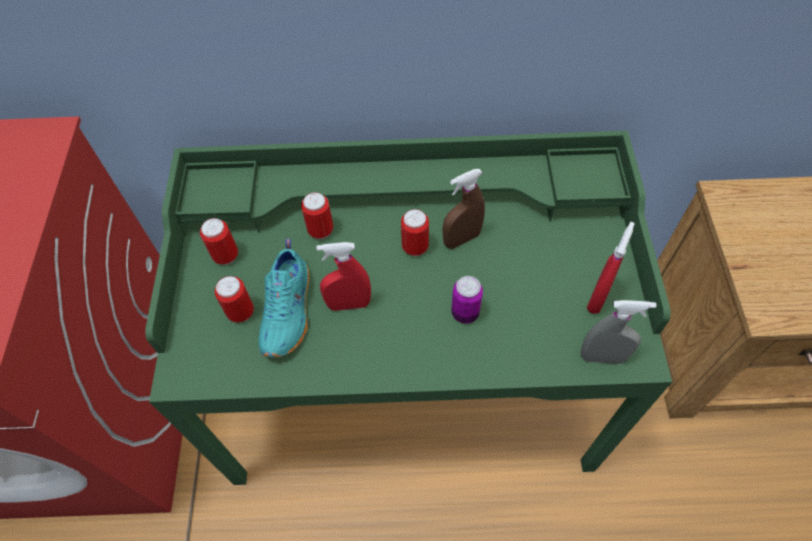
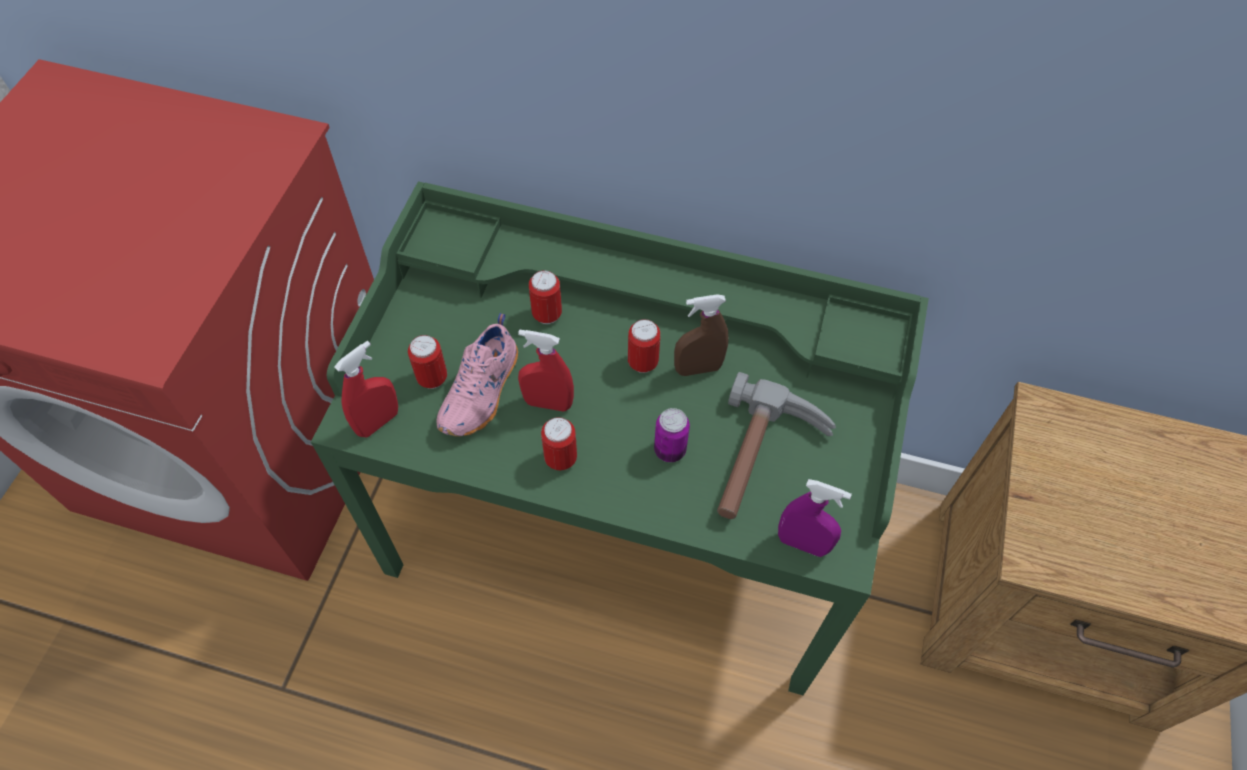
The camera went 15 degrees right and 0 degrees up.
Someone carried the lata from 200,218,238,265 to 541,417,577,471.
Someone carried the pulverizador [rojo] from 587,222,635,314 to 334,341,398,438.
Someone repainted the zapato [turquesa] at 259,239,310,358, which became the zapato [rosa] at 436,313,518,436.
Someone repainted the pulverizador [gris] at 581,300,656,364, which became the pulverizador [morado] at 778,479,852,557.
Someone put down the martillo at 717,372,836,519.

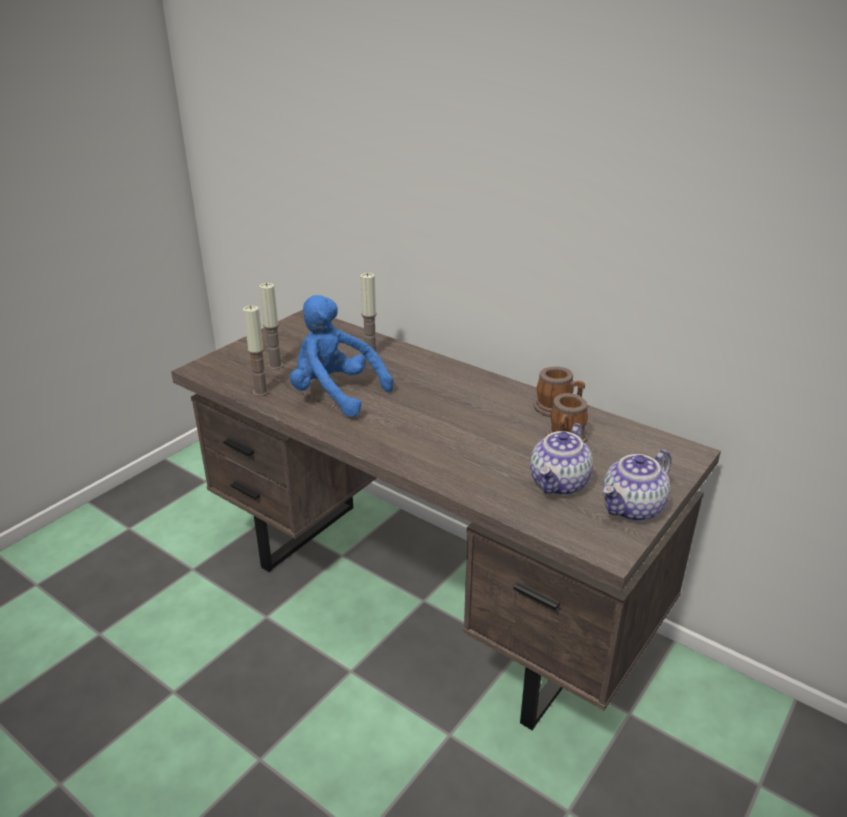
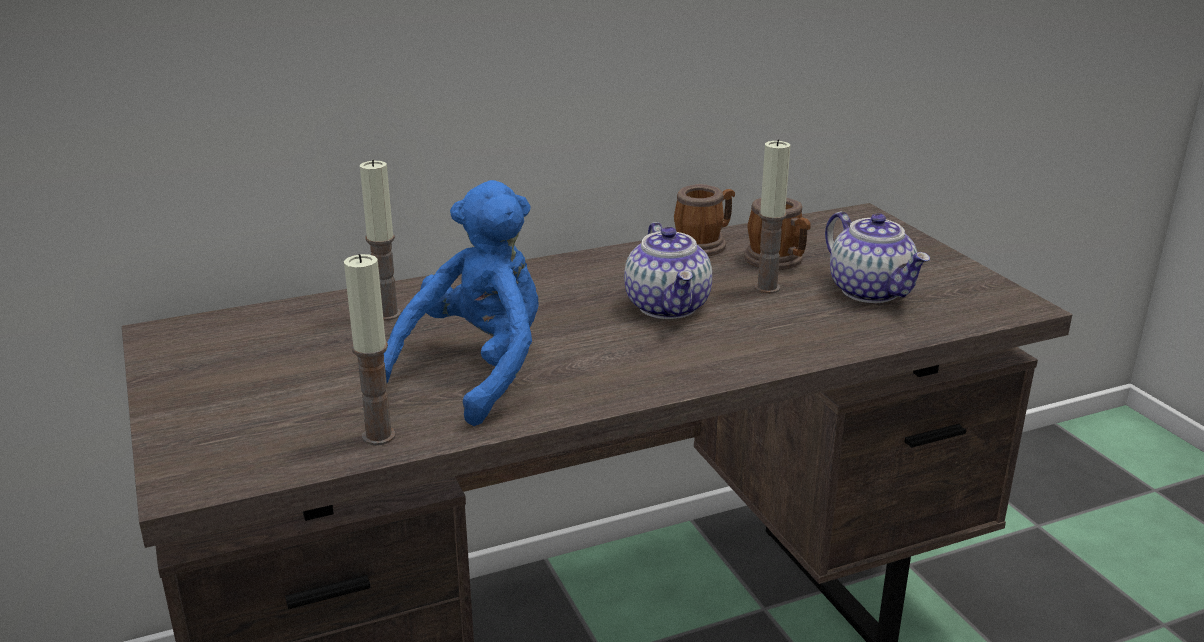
The camera went 60 degrees left and 5 degrees down.
Someone carried the vela from 259,283,283,370 to 754,139,791,294.
Someone rotated the peluche [azul] at 290,295,393,417 by 150 degrees clockwise.
Someone carried the tetera from 603,450,671,521 to 624,222,712,319.

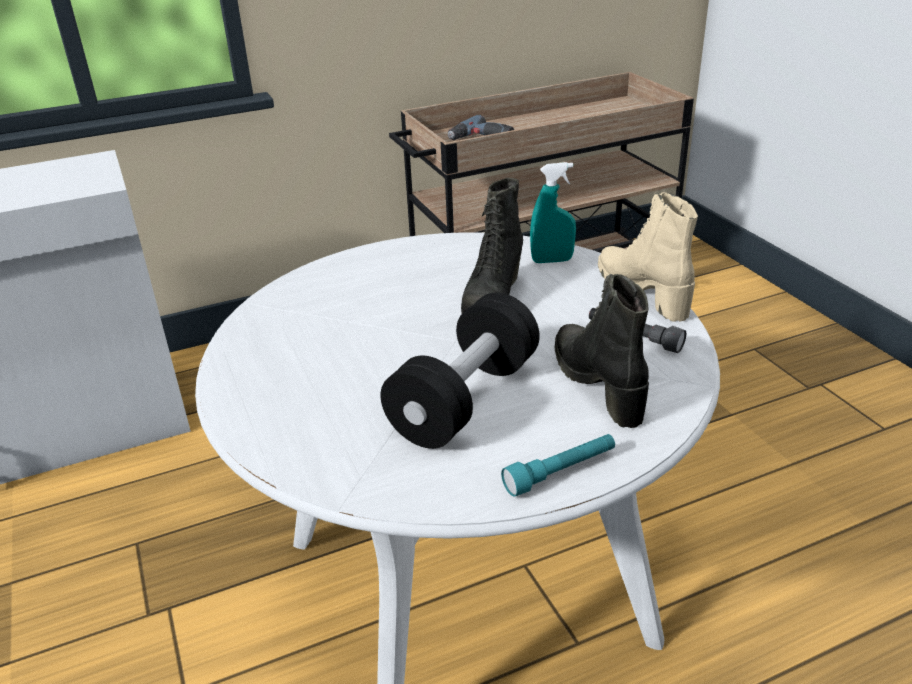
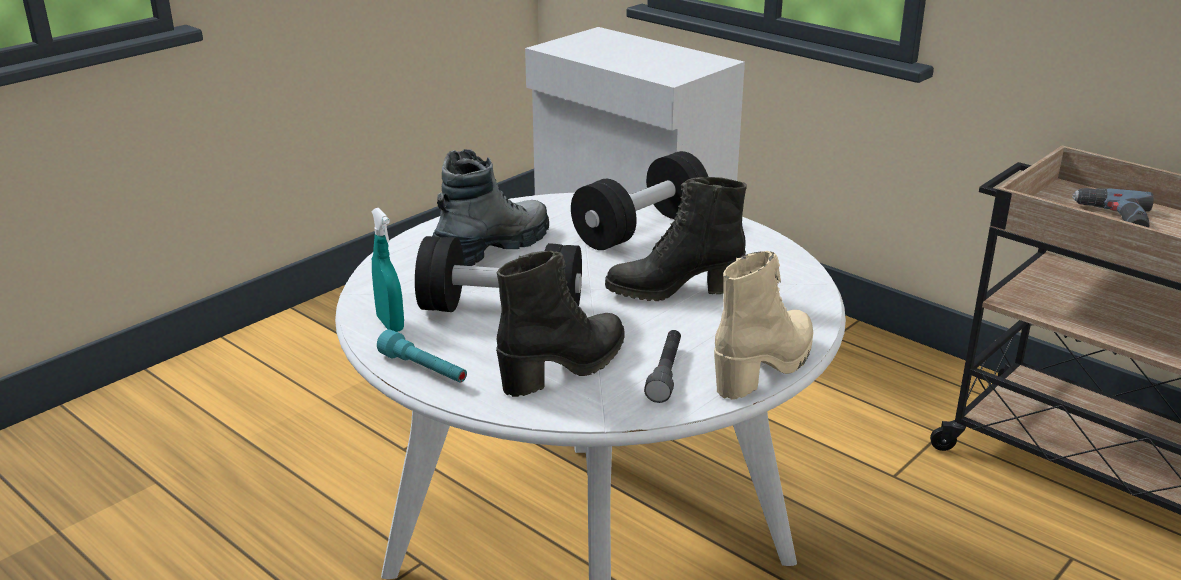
The camera went 65 degrees right and 5 degrees down.
Someone carried the pulverizador [turquesa] from 530,162,576,263 to 371,208,404,332.
Someone put down the bota at 432,149,549,266.
Someone put down the mancuerna [negro] at 571,151,708,250.

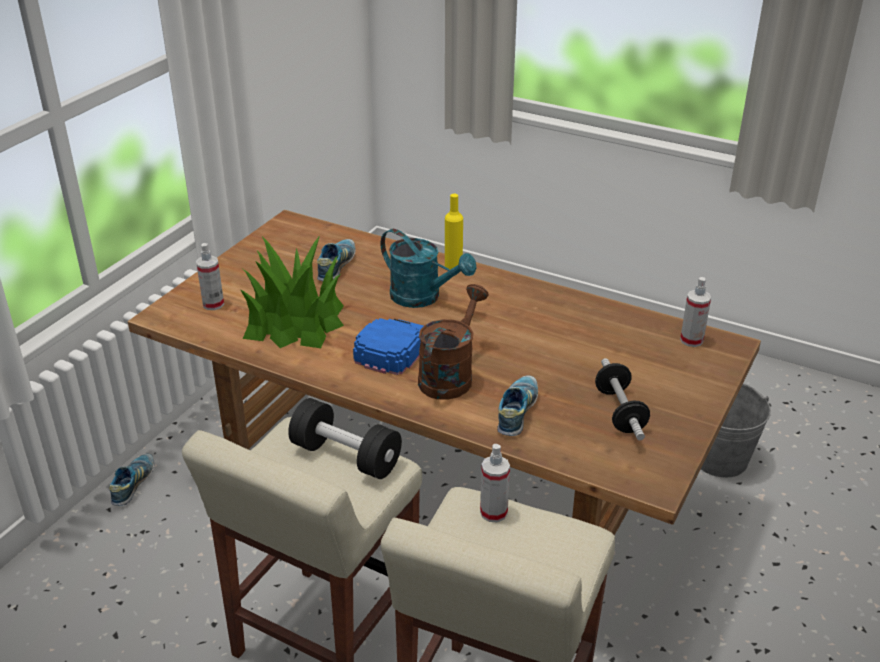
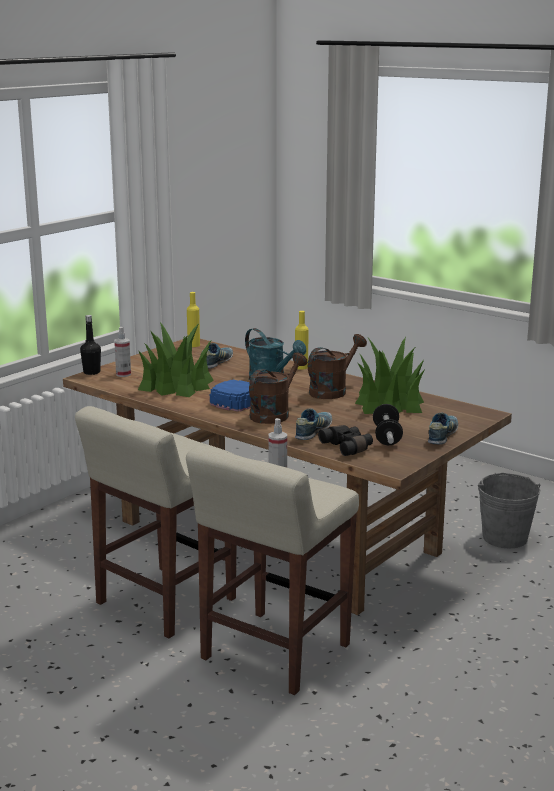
The camera went 10 degrees right and 15 degrees down.
Someone took away the pulverizador at 680,277,711,347.
Someone took away the mancuerna [negro] at 288,398,402,479.
Someone carried the zapato from 109,454,154,506 to 428,413,458,444.
Someone put down the botella [amarillo] at 187,292,200,347.
Someone put down the botella [negro] at 80,315,101,375.
Someone put down the regadera [marrón] at 308,334,367,399.
Someone put down the planta en maceta at 355,337,424,414.
Someone put down the prismáticos [negro] at 318,425,373,456.

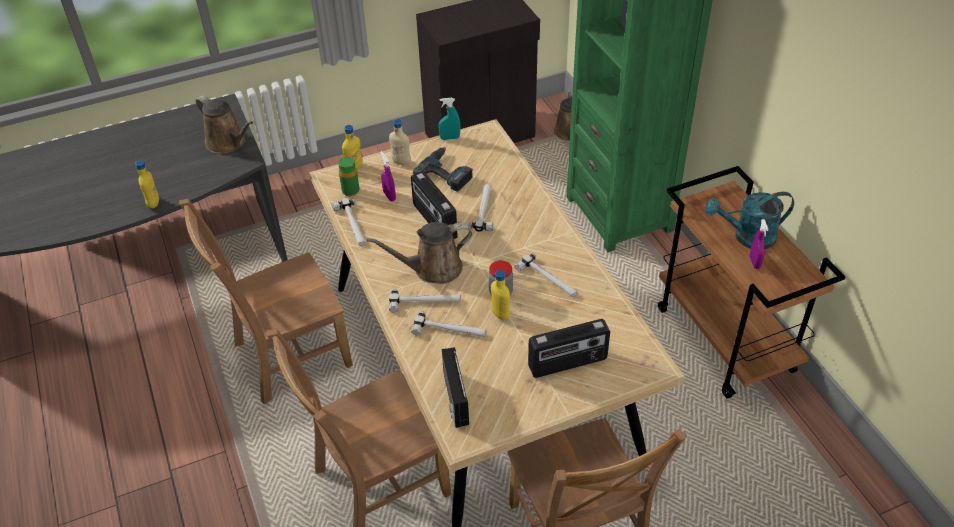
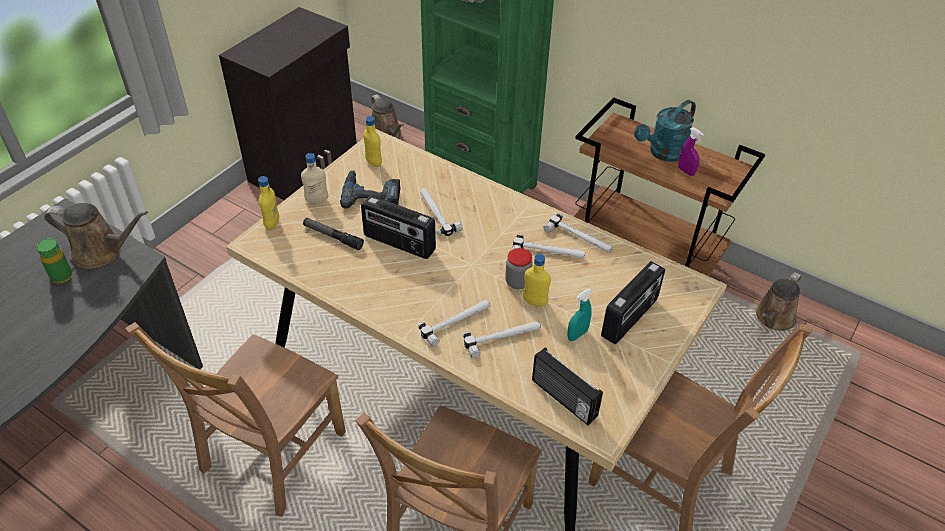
The camera went 35 degrees left and 0 degrees up.
Someone carried the pulverizador [turquesa] from 438,98,460,140 to 567,288,592,341.
Someone swapped the pulverizador [morado] at 380,151,396,202 for the linterna at 303,218,364,250.
Someone carried the botella [verde] from 338,157,360,197 to 36,238,72,283.
Someone carried the botella [amarillo] from 135,160,159,209 to 363,116,382,167.
Someone carried the martillo from 332,198,366,245 to 543,213,613,253.
Someone carried the regadera [marrón] from 366,222,472,284 to 756,272,802,331.

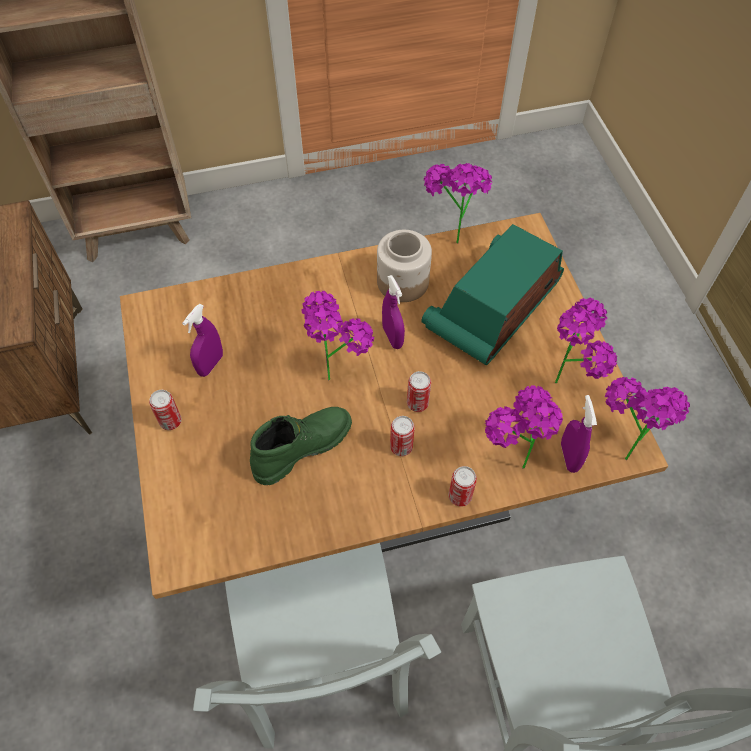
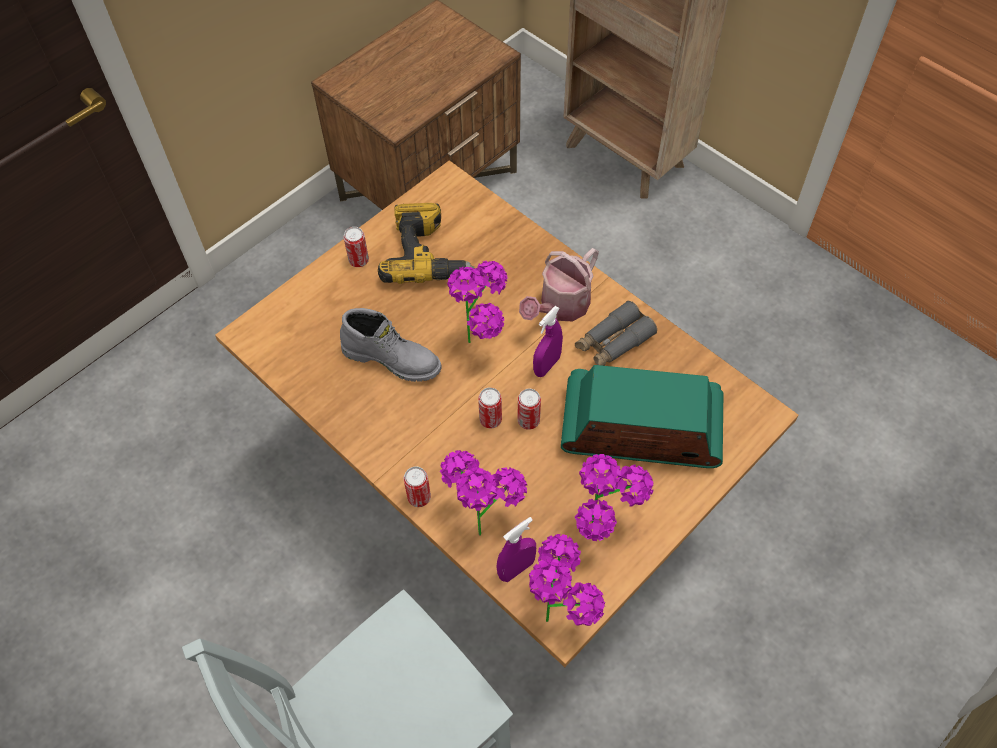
The camera went 60 degrees right and 0 degrees up.
Someone took away the planta en maceta at 424,163,493,244.
Someone swapped the tarro at 377,230,432,302 for the prismáticos [gris] at 575,301,657,366.
Someone swapped the pulverizador [morado] at 182,304,223,377 for the taladro at 378,203,475,284.
Someone repainted the bota [verde] at 250,407,352,485, which became the bota [gris] at 340,308,442,382.
Someone carried the lata from 390,416,415,456 to 518,389,541,430.
Someone took away the silla [gris] at 193,543,441,749.
Someone put down the regadera at 519,248,599,322.

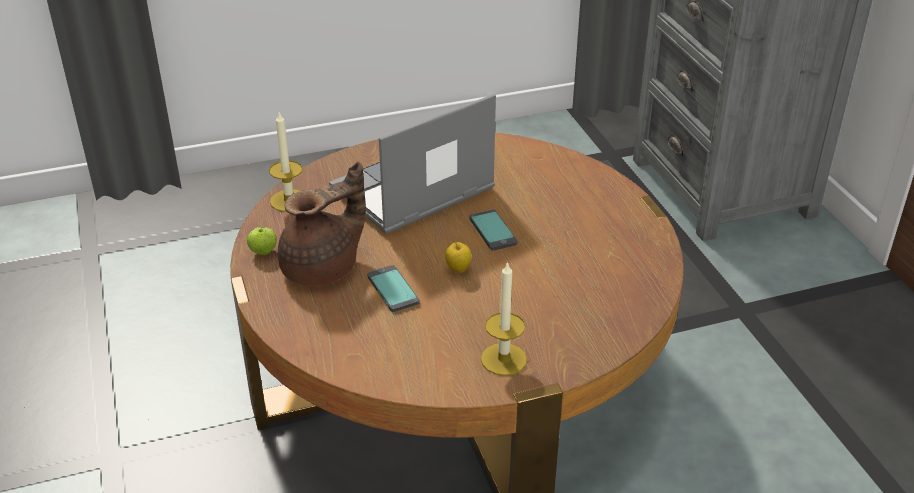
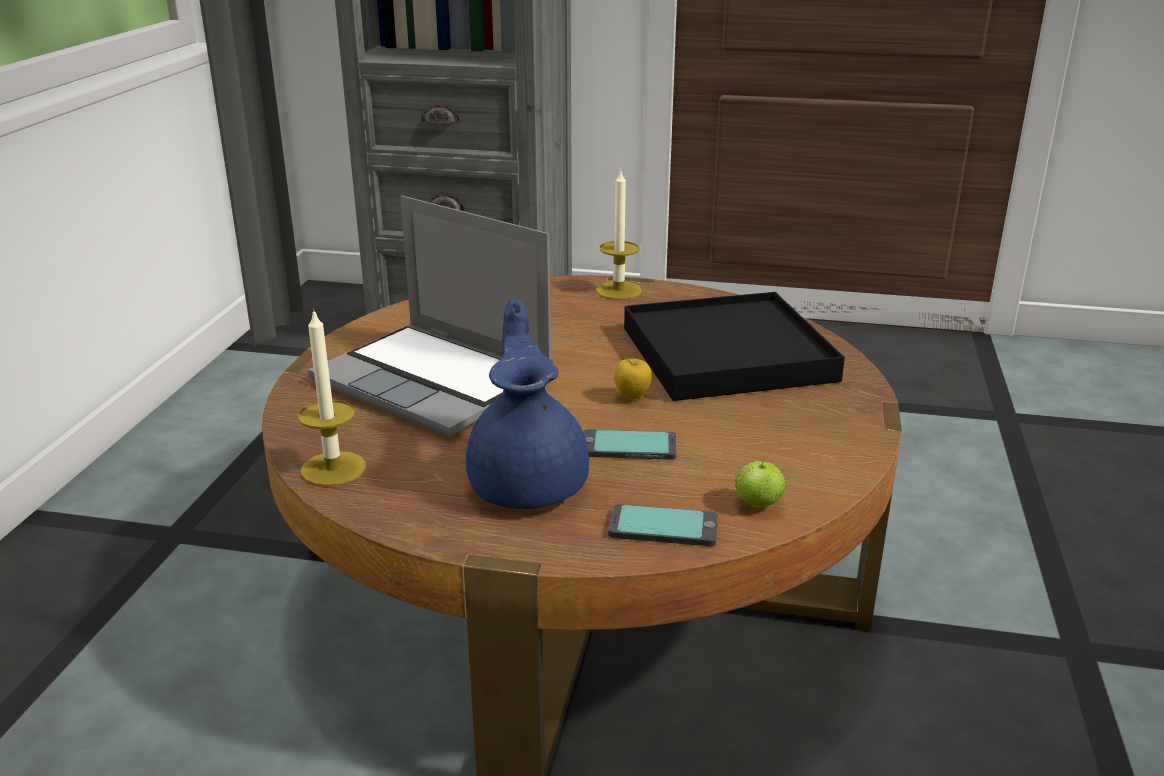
The camera went 60 degrees left and 10 degrees down.
Someone rotated the portátil at 329,94,496,234 by 45 degrees counterclockwise.
Someone repainted the tetera [marrón] at 278,161,366,286, which became the tetera [azul] at 466,299,589,509.
Someone carried the móvil from 469,209,517,251 to 608,504,718,547.
Someone carried the manzana from 247,227,277,255 to 735,455,786,508.
Someone carried the vela from 481,261,527,376 to 596,171,642,300.
Someone put down the bandeja [negro] at 624,292,845,401.

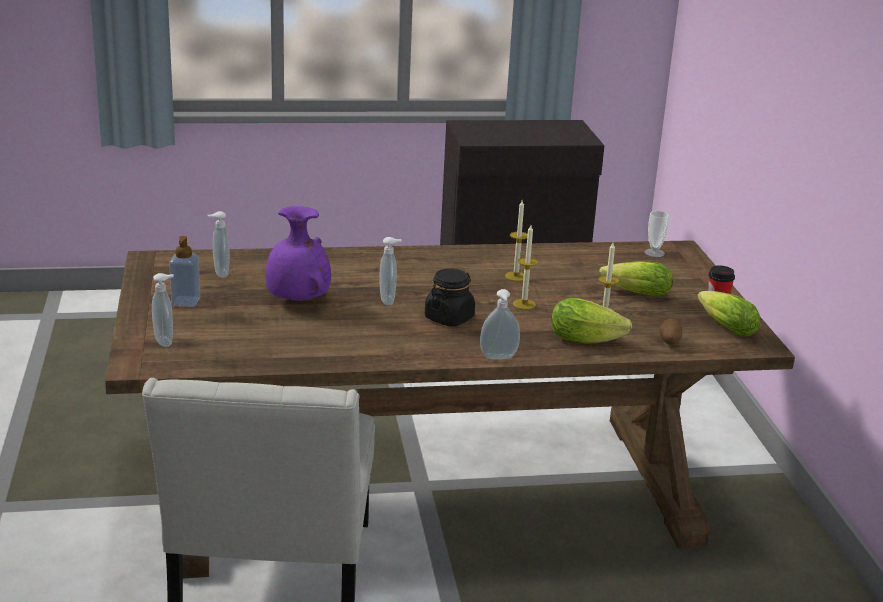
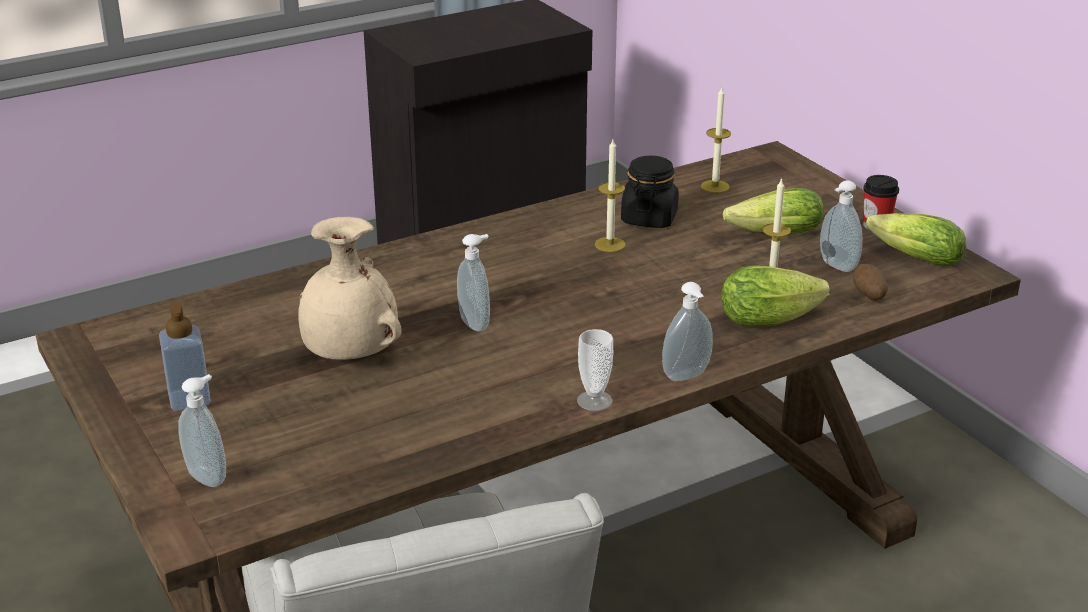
The camera went 20 degrees left and 5 degrees up.
Someone repainted the florero [morado] at 265,206,331,301, which became the florero [beis] at 298,217,401,360.
Someone carried the dispensador de jabón from 208,211,230,278 to 820,180,862,272.
Someone carried the taza from 645,211,669,257 to 577,329,613,411.
Someone carried the vela from 513,225,538,309 to 701,87,731,193.
Someone carried the tarro [negro] from 425,268,475,327 to 621,155,679,228.

